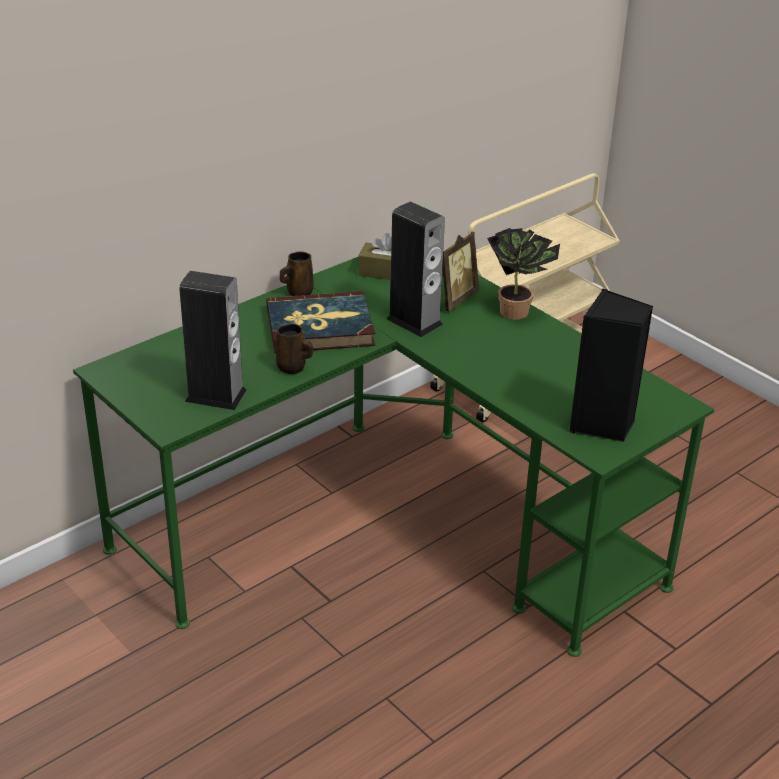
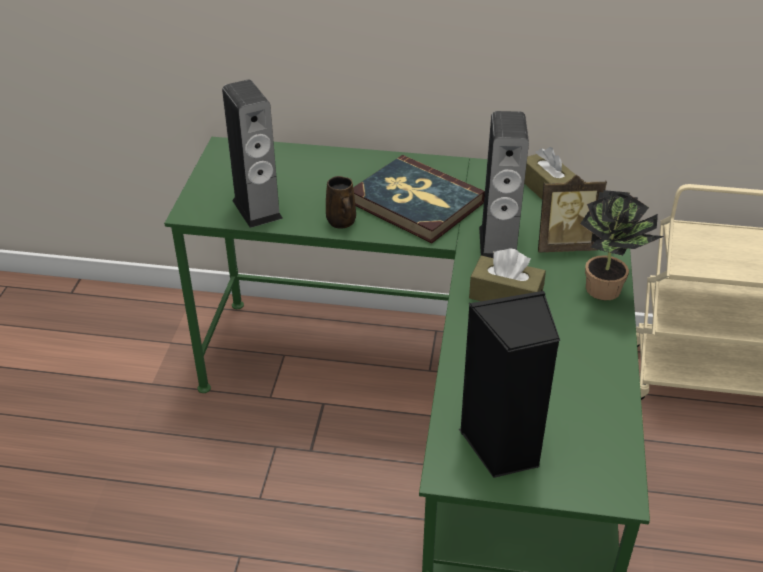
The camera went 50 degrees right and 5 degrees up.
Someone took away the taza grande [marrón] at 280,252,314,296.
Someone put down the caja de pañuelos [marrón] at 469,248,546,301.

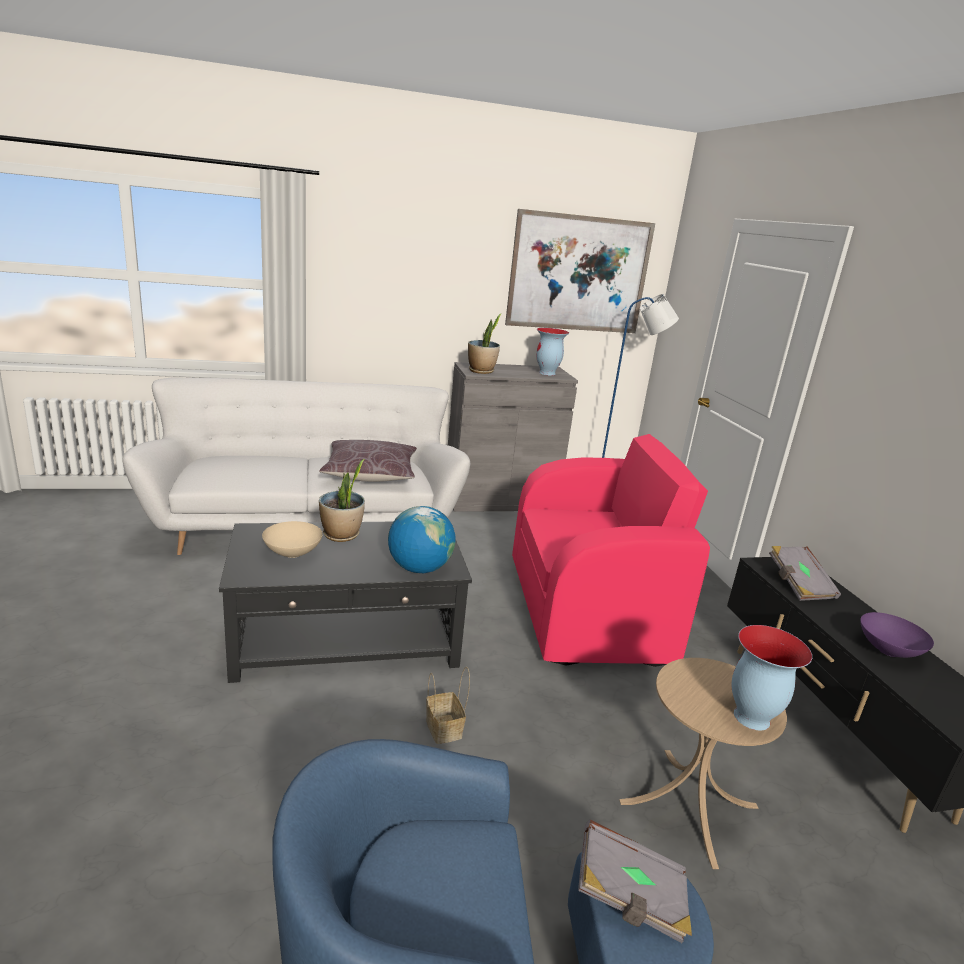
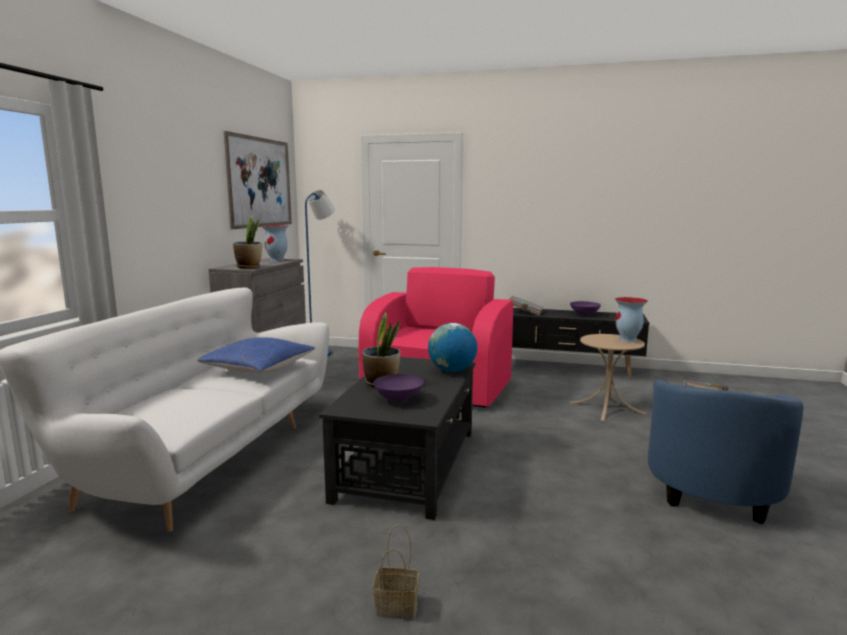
The camera went 60 degrees left and 10 degrees down.
Someone repainted the cojín [marrón] at 319,440,417,482, which became the cojín [azul] at 197,337,315,373.
Someone repainted the cuenco [beis] at 262,521,323,558, which became the cuenco [morado] at 373,374,424,403.
Someone carried the cesta from 426,667,470,744 to 373,524,419,619.

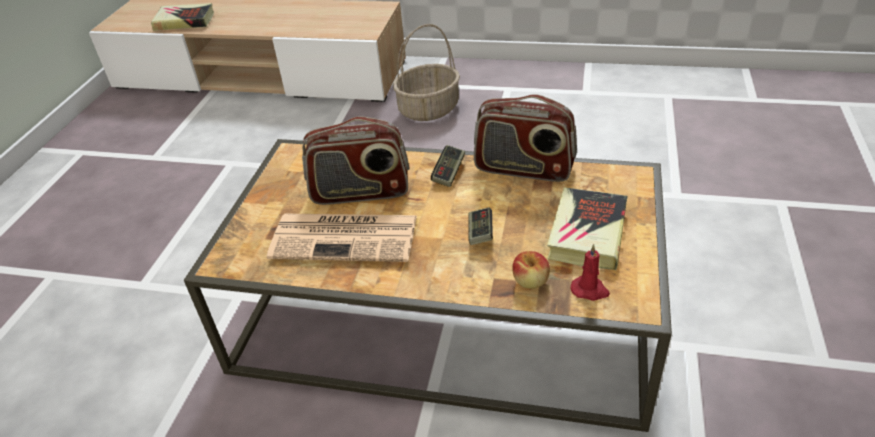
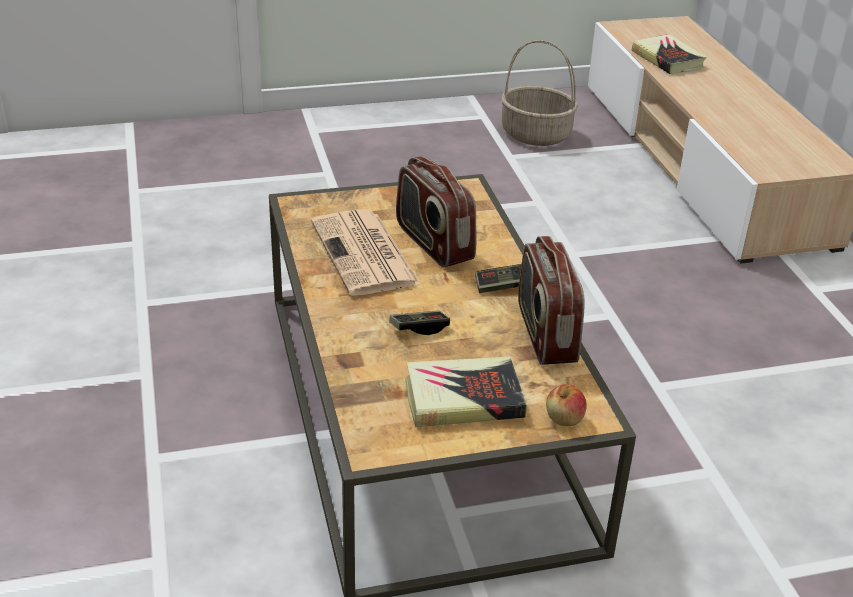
The camera went 60 degrees right and 5 degrees down.
Someone carried the cesta from 393,24,460,121 to 501,40,578,146.
Someone took away the vela [rojo] at 571,244,610,301.
Someone carried the manzana from 512,251,550,289 to 546,384,587,426.

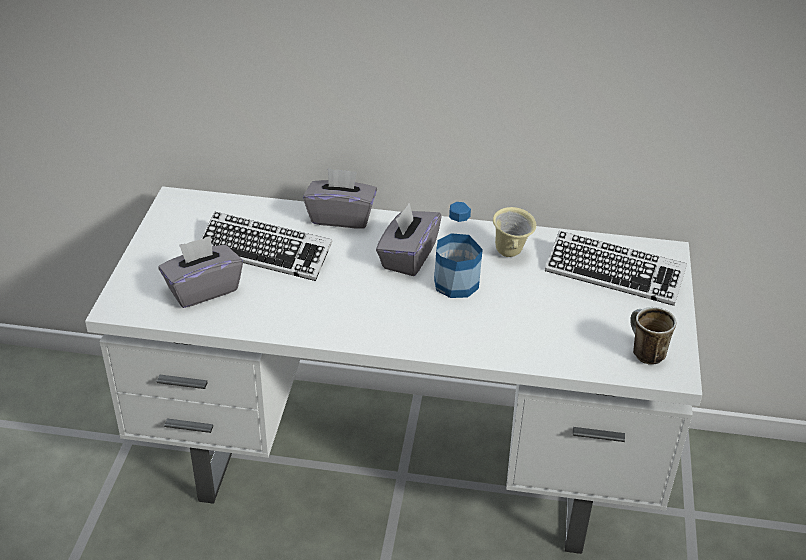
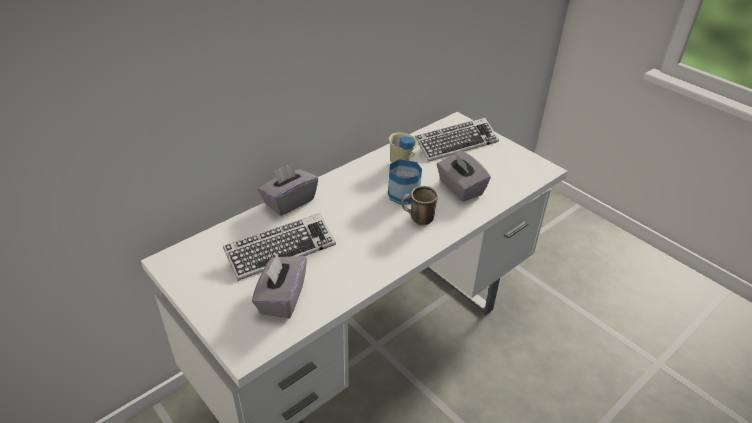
The camera went 50 degrees left and 0 degrees up.
Someone carried the caja de pañuelos [gris] from 376,203,442,276 to 437,151,491,201.
Someone carried the taza grande from 631,307,676,365 to 401,186,438,226.

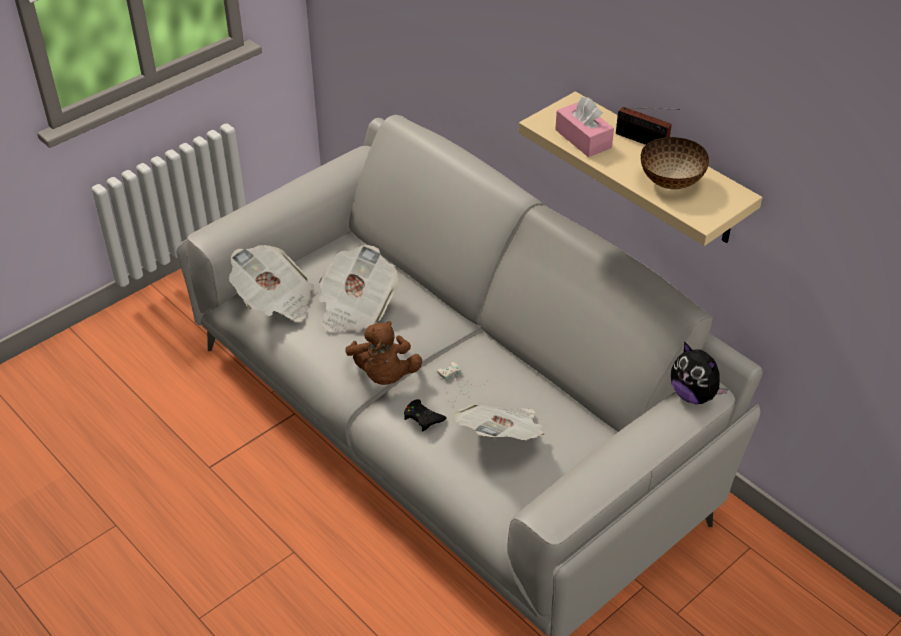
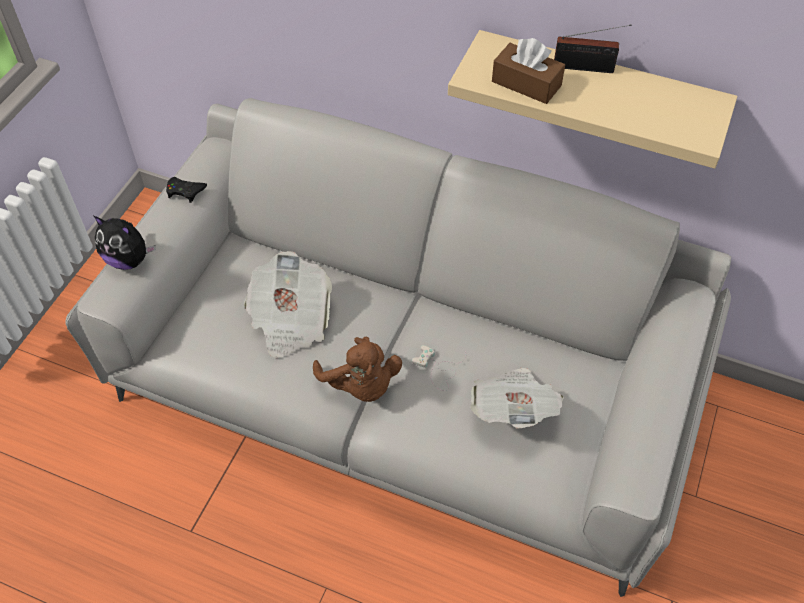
The camera went 25 degrees left and 10 degrees up.
Someone repainted the caja de pañuelos [rosa] at 555,97,614,157, which became the caja de pañuelos [marrón] at 492,38,565,104.
Someone took away the cuenco at 640,137,709,189.
Someone took away the periódico at 229,245,314,322.
Someone carried the peluche from 671,341,729,404 to 94,216,156,270.
Someone carried the mando de consola [negro] from 404,399,447,431 to 166,177,207,203.

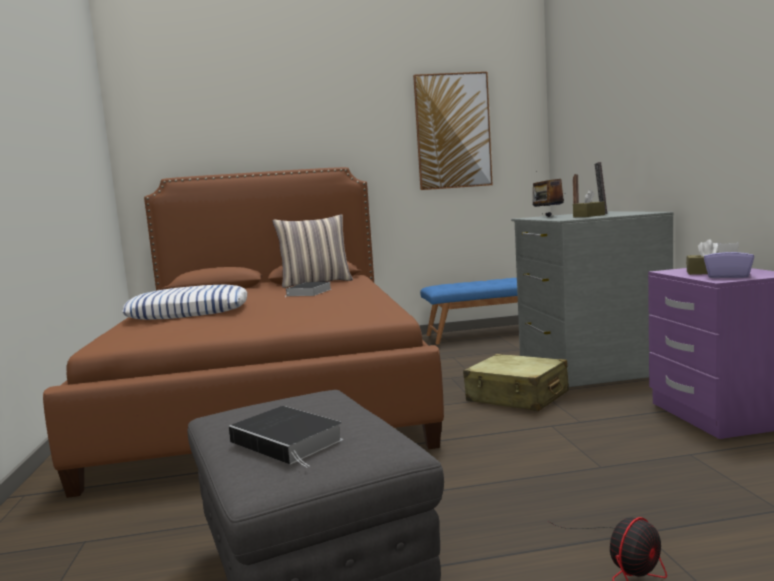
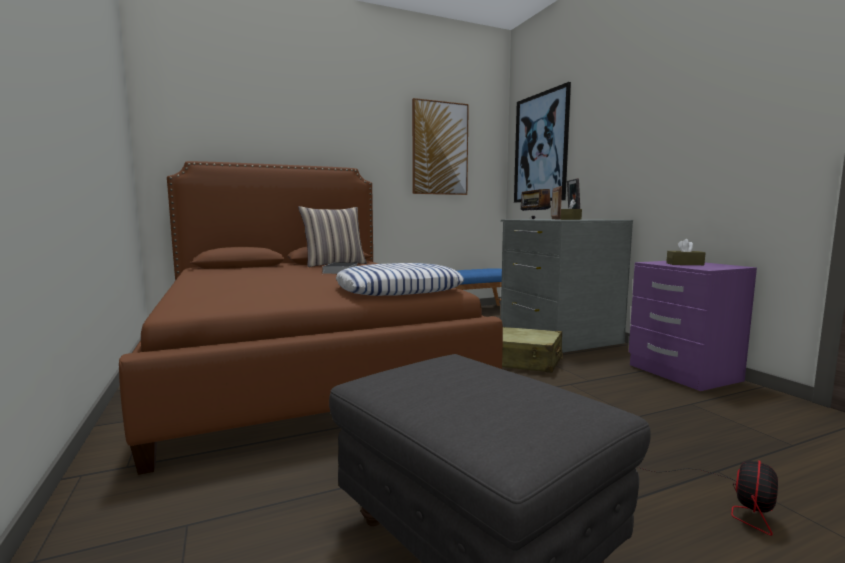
The camera went 15 degrees left and 0 degrees up.
Someone took away the caja de pañuelos [morado] at 704,243,754,278.
Someone carried the cojín from 122,285,247,320 to 336,263,464,296.
Someone took away the libro at 229,406,343,467.
Someone put up the cuadro at 514,82,571,203.

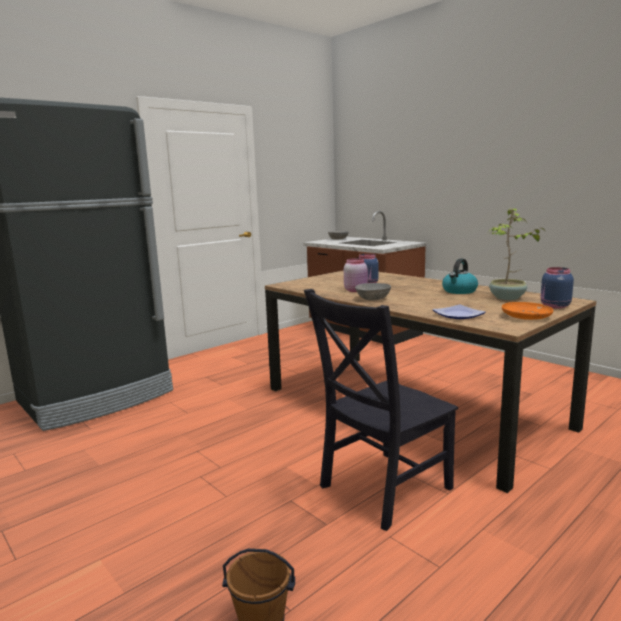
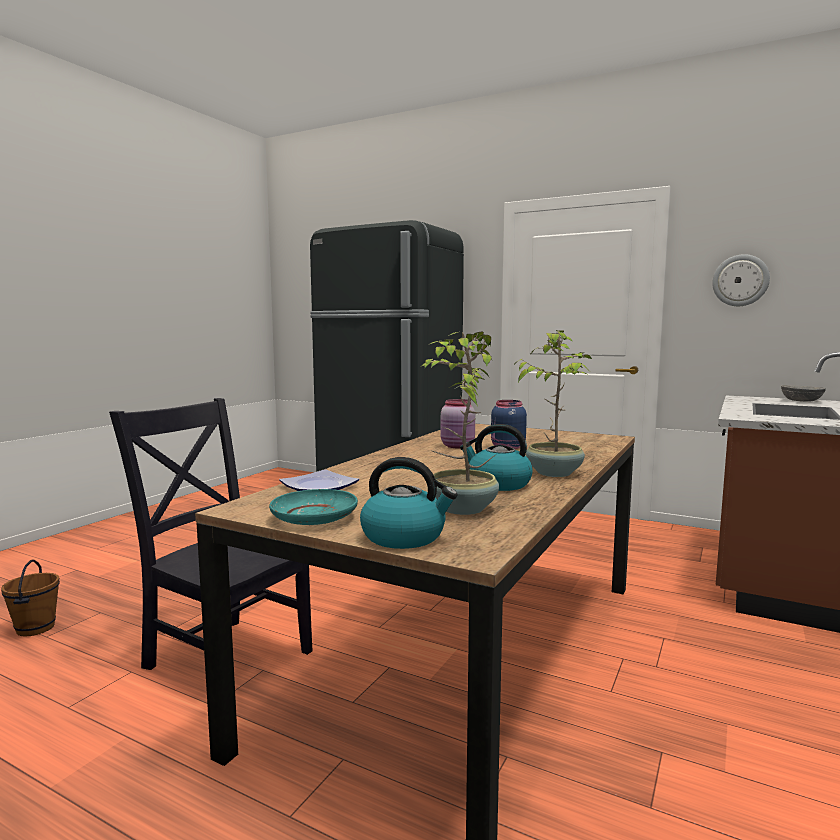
The camera went 70 degrees right and 5 degrees down.
Someone swapped the tarro [azul] at 541,267,574,309 for the hervidor at 360,457,458,549.
Someone took away the cuenco [gris] at 355,283,391,301.
Someone repainted the plato [naranja] at 502,302,553,320, which became the plato [turquesa] at 269,489,358,525.
Someone put up the reloj de pared at 712,254,770,306.
Someone put down the planta en maceta at 513,330,592,477.

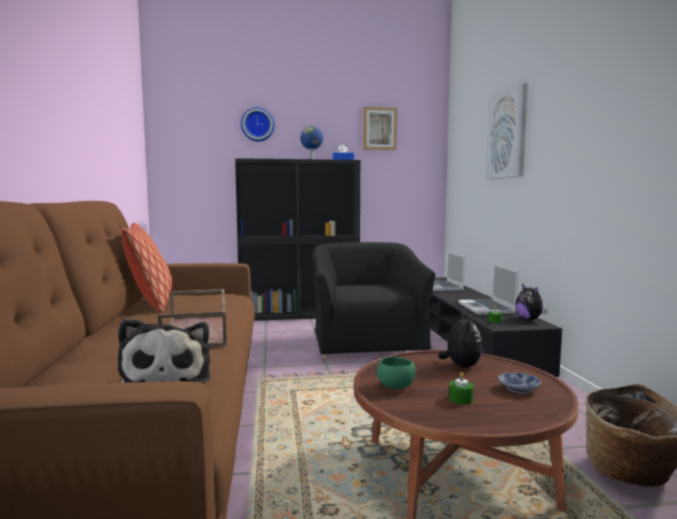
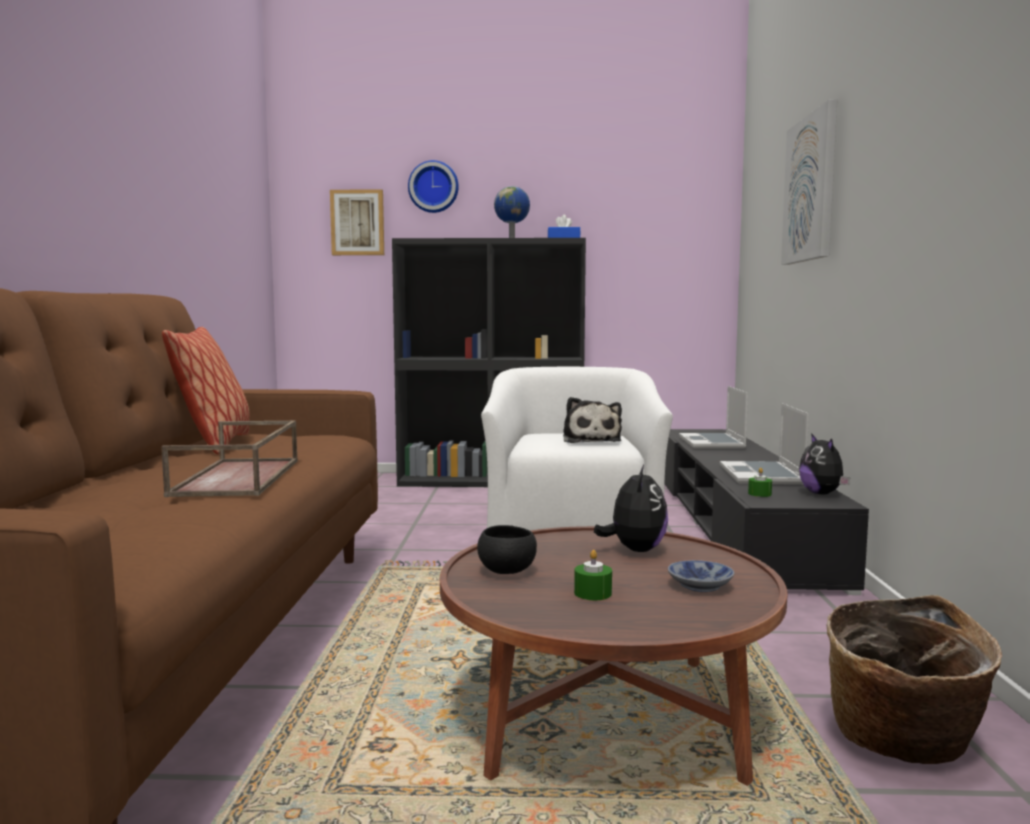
The camera went 10 degrees right and 0 degrees up.
Someone carried the cuadro from 363,107,397,150 to 330,189,384,255.
Someone repainted the sillón [negro] at 313,242,436,359, which became the sillón [blanco] at 481,367,673,531.
Someone carried the peluche from 118,319,210,383 to 563,397,622,443.
Someone repainted the cuenco [verde] at 377,357,416,389, which became the cuenco [negro] at 477,525,537,574.

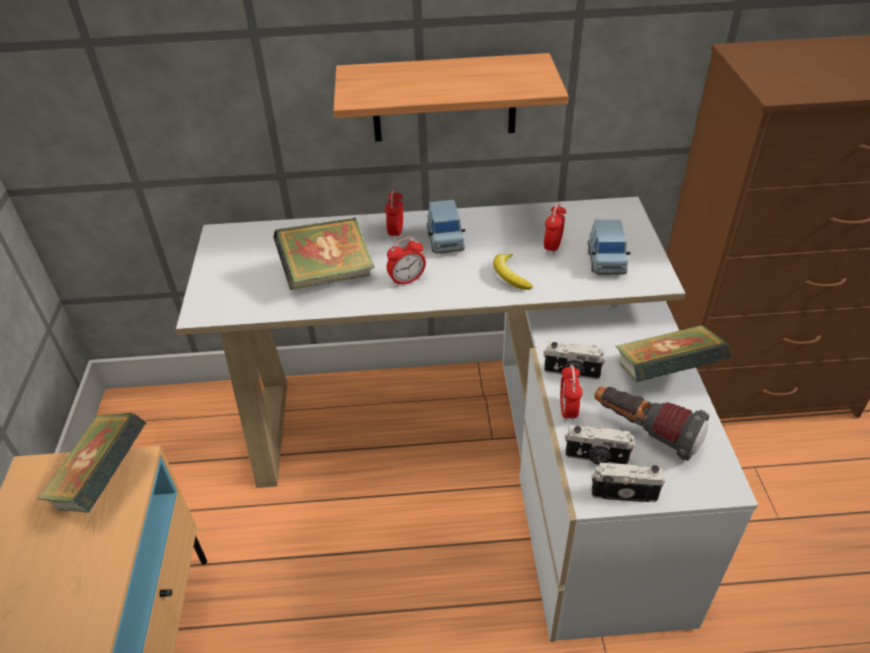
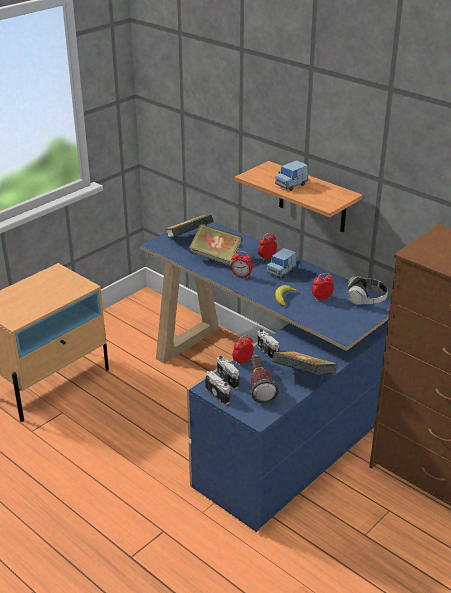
The camera went 45 degrees right and 10 degrees down.
Someone repainted the escritorio [blanco] at 176,197,758,642, which became the escritorio [azul] at 140,221,391,532.
Someone carried the coche de juguete [azul] from 588,220,630,275 to 275,160,308,191.
Someone carried the libro from 38,412,147,513 to 165,214,213,238.
Someone put down the auriculares at 347,276,388,305.

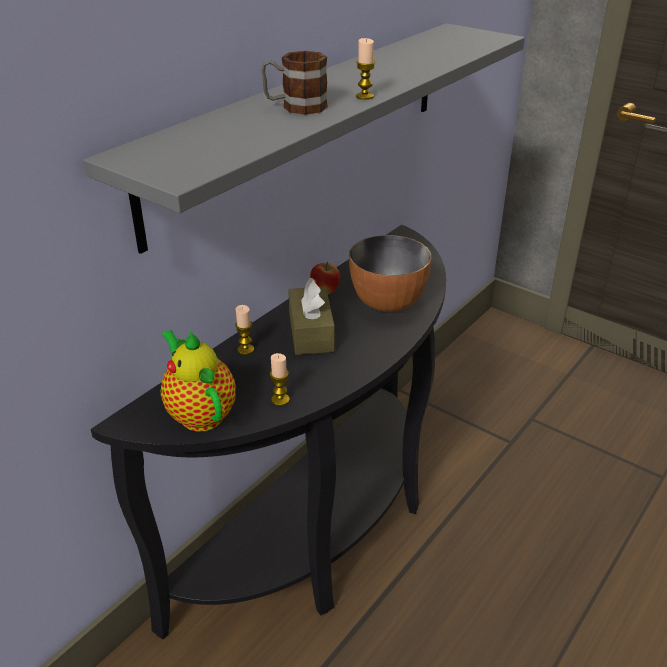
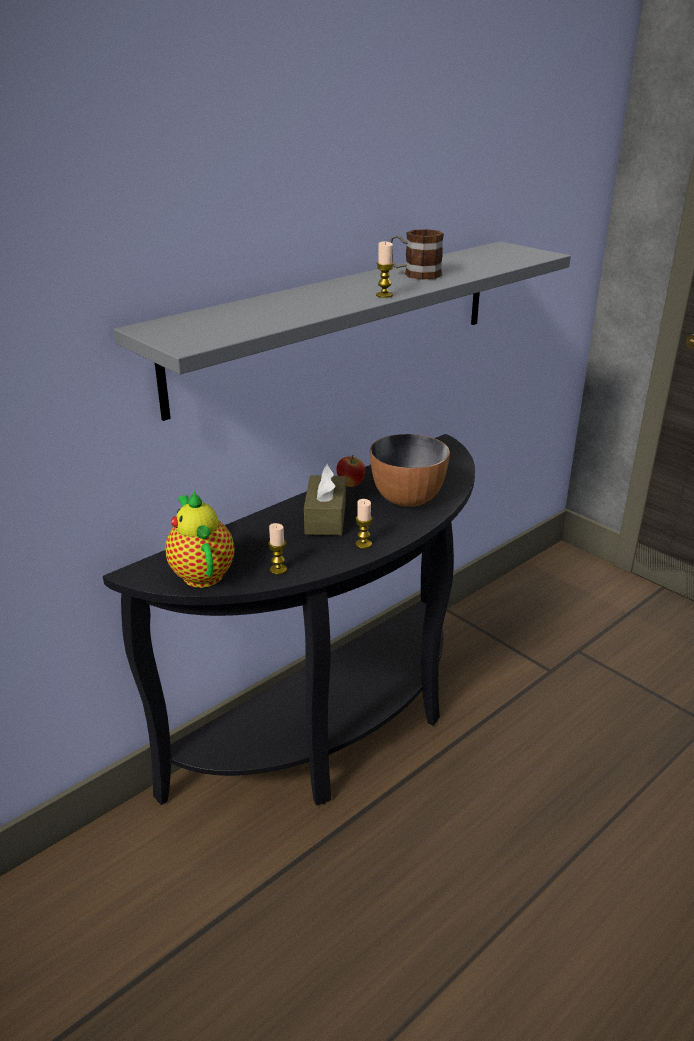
The camera went 10 degrees right and 5 degrees down.
Someone carried the taza grande from 262,51,328,115 to 390,229,444,280.
Someone carried the vela from 235,305,254,355 to 356,499,373,549.

